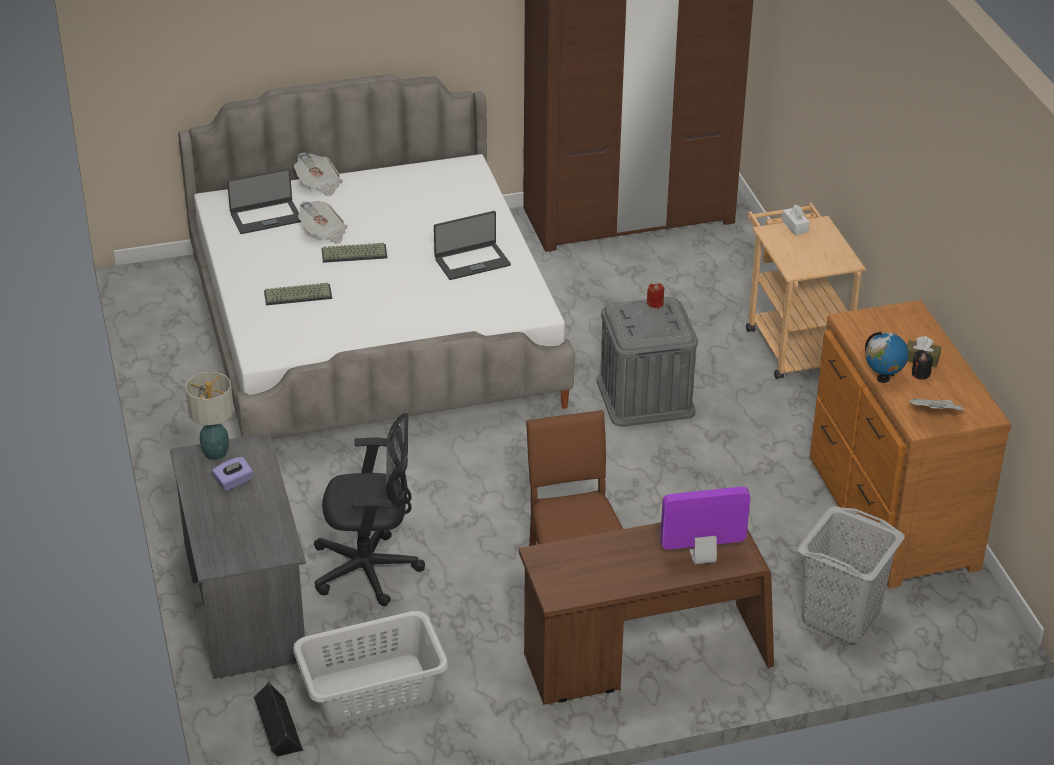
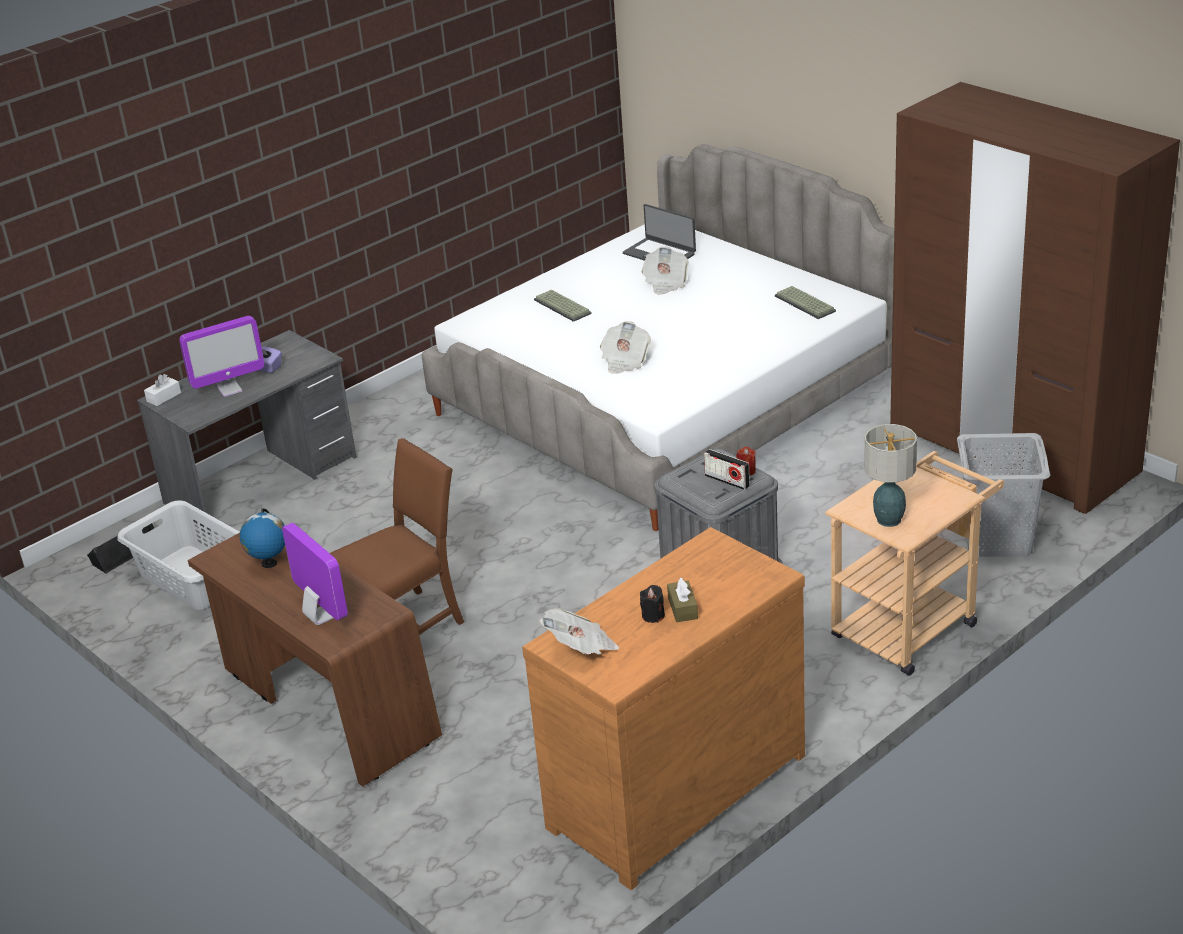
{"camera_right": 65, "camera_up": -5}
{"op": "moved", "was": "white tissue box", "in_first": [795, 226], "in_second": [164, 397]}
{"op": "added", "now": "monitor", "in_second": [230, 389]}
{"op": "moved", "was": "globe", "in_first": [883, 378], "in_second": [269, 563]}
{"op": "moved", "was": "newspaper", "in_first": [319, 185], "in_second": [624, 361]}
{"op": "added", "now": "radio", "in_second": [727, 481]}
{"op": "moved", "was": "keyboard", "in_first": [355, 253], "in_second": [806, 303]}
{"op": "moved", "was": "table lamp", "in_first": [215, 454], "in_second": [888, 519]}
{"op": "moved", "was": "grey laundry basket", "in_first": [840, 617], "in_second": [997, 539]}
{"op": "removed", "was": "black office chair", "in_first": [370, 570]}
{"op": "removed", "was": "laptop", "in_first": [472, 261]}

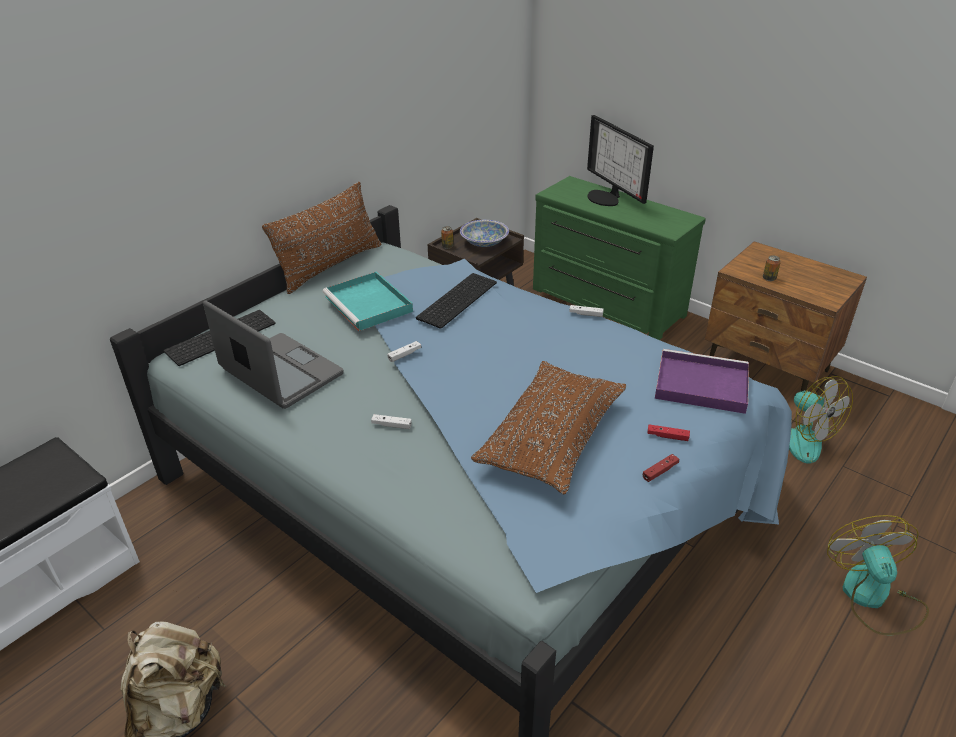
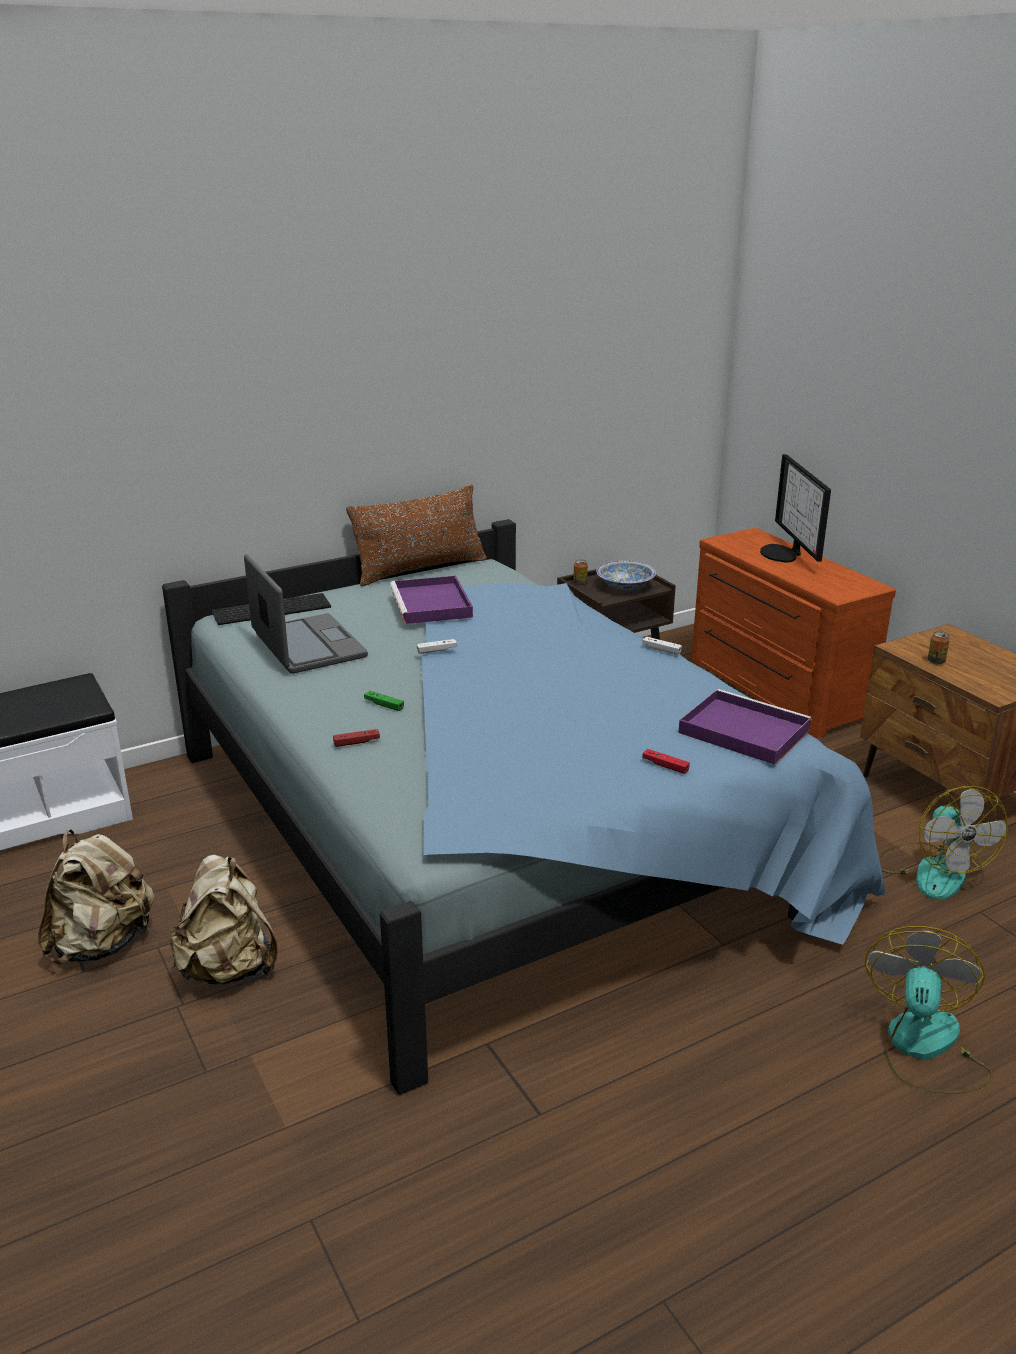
{"camera_right": 20, "camera_up": -10}
{"op": "added", "now": "beige backpack", "in_second": [229, 968]}
{"op": "moved", "was": "red game controller", "in_first": [660, 471], "in_second": [356, 742]}
{"op": "recoloured", "was": "white game controller", "now": "green game controller", "in_first": [391, 425], "in_second": [384, 705]}
{"op": "recoloured", "was": "turquoise tray", "now": "purple tray", "in_first": [369, 305], "in_second": [432, 605]}
{"op": "recoloured", "was": "green dresser", "now": "brown dresser", "in_first": [605, 303], "in_second": [773, 690]}
{"op": "removed", "was": "keyboard", "in_first": [456, 299]}
{"op": "removed", "was": "brown pillow", "in_first": [551, 438]}

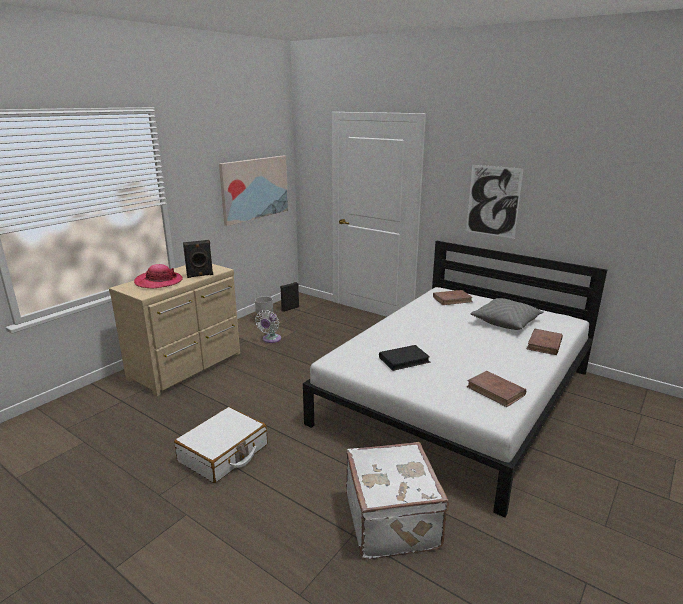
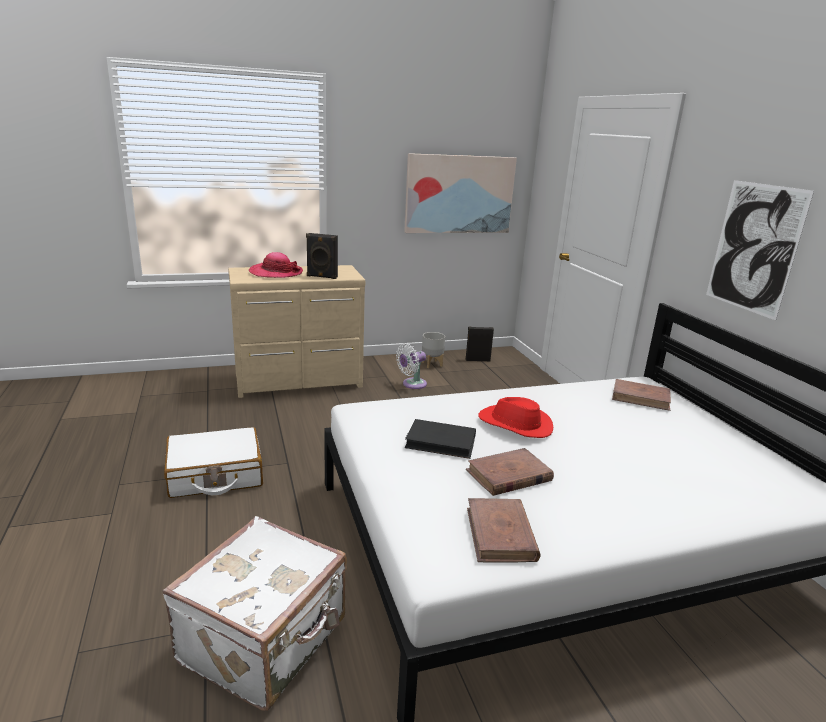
{"camera_right": 35, "camera_up": 0}
{"op": "moved", "was": "brown book", "in_first": [544, 344], "in_second": [508, 476]}
{"op": "added", "now": "red hat", "in_second": [515, 424]}
{"op": "removed", "was": "grey pillow", "in_first": [506, 322]}

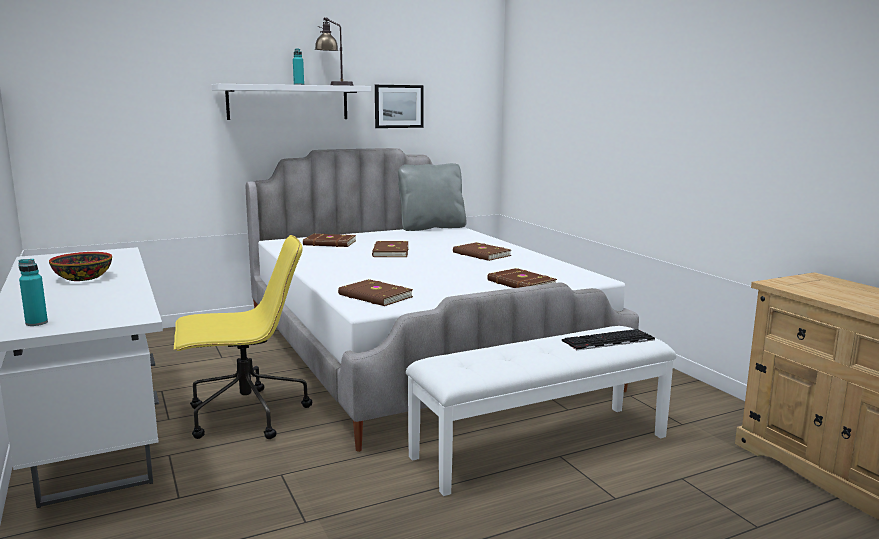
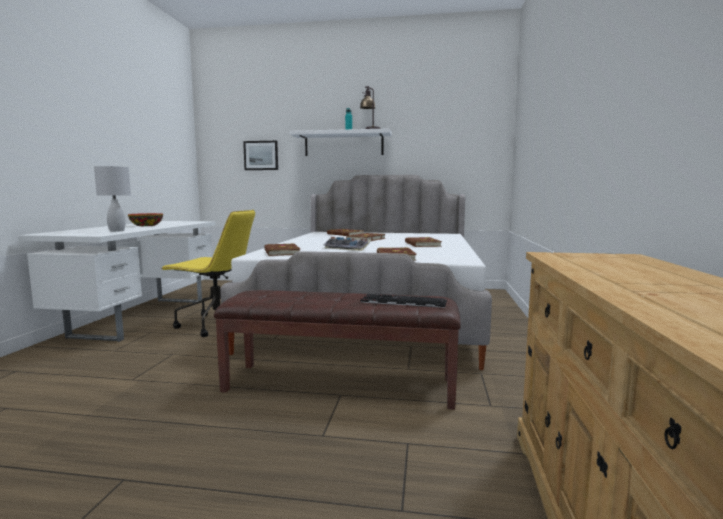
{"camera_right": 35, "camera_up": -5}
{"op": "added", "now": "white table lamp", "in_second": [117, 231]}
{"op": "recoloured", "was": "white bench", "now": "brown bench", "in_first": [540, 445], "in_second": [340, 384]}
{"op": "moved", "was": "picture", "in_first": [398, 106], "in_second": [261, 155]}
{"op": "added", "now": "keyboard", "in_second": [348, 248]}
{"op": "removed", "was": "turquoise bottle", "in_first": [36, 323]}
{"op": "removed", "was": "grey pillow", "in_first": [431, 227]}

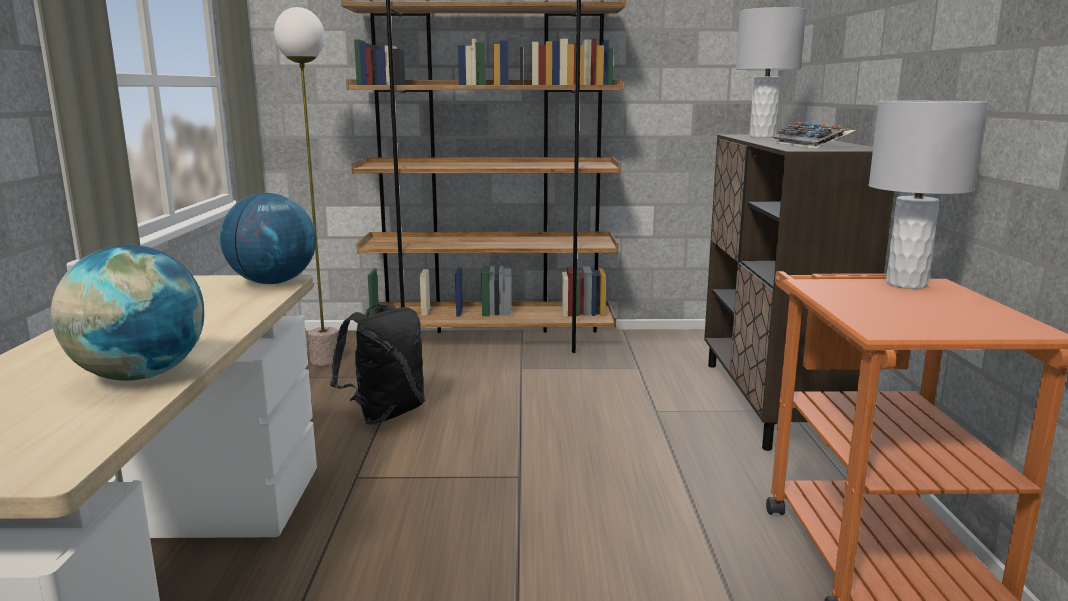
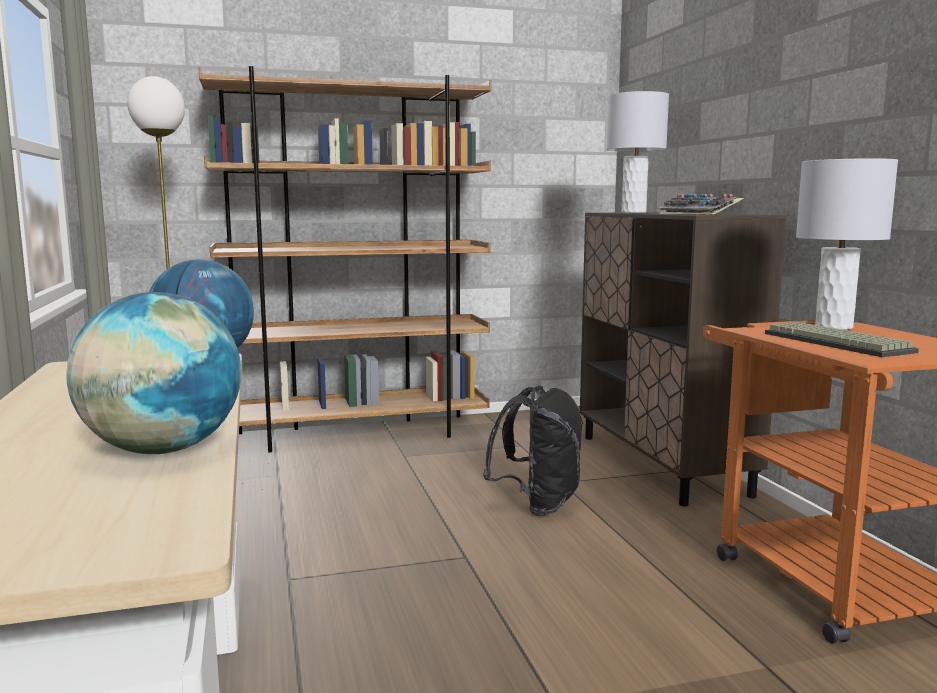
{"camera_right": -15, "camera_up": -5}
{"op": "moved", "was": "black backpack", "in_first": [385, 413], "in_second": [538, 504]}
{"op": "added", "now": "keyboard", "in_second": [839, 342]}

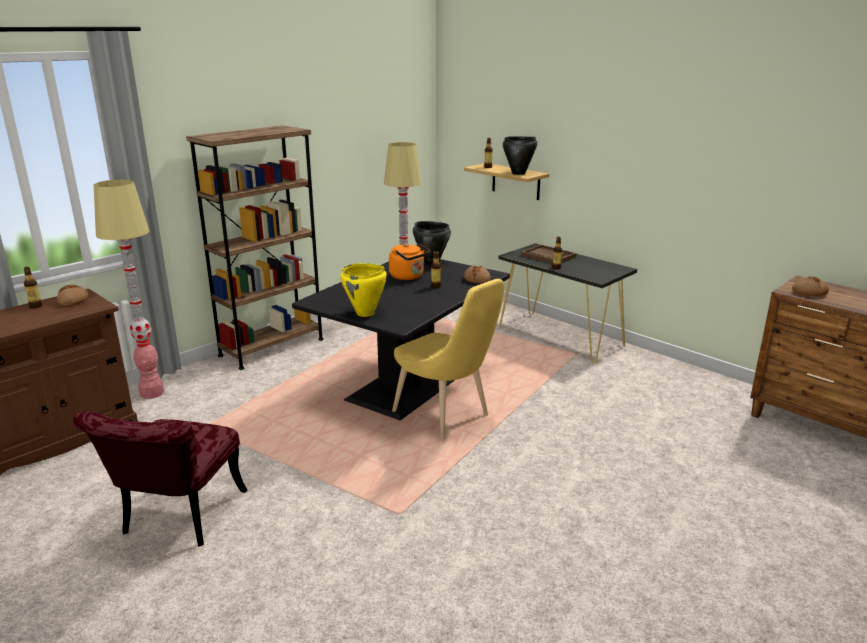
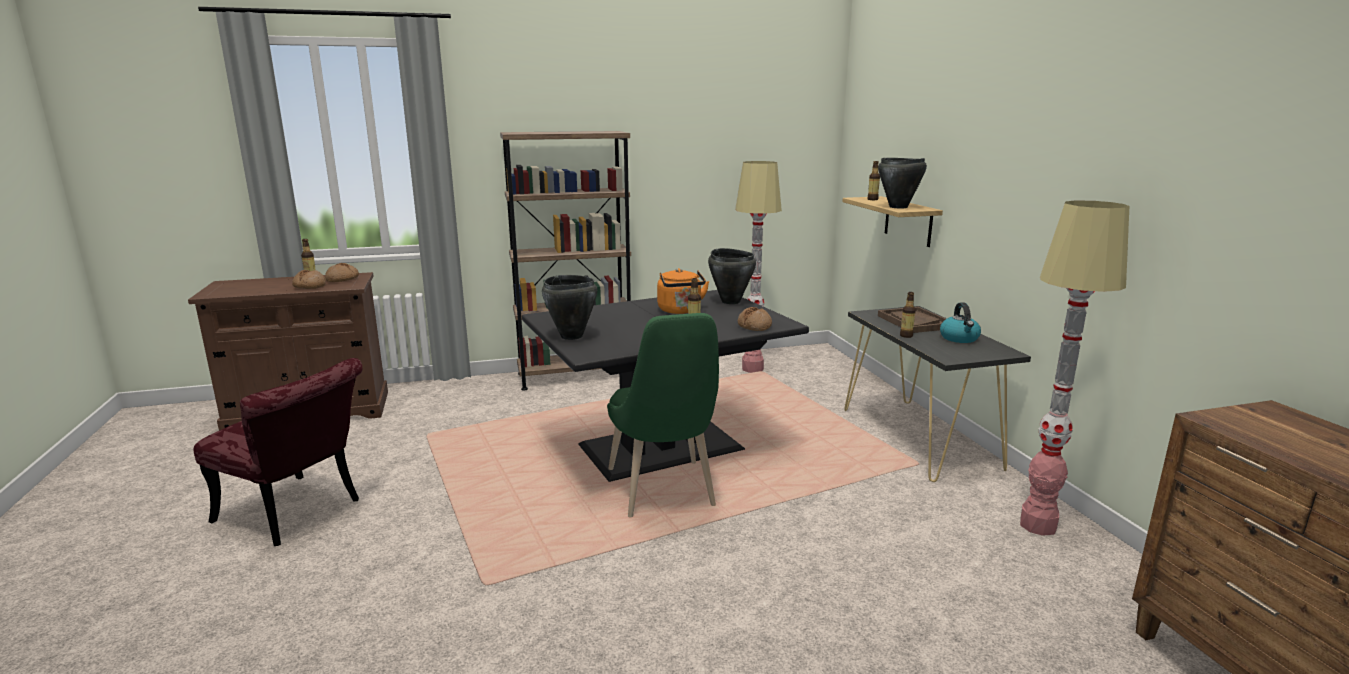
{"camera_right": 30, "camera_up": -5}
{"op": "turned", "was": "red chair", "in_first": [178, 520], "in_second": [298, 514], "clockwise": -105}
{"op": "moved", "was": "bread", "in_first": [809, 292], "in_second": [309, 286]}
{"op": "recoloured", "was": "yellow cooking pot", "now": "black cooking pot", "in_first": [365, 313], "in_second": [571, 336]}
{"op": "recoloured", "was": "yellow chair", "now": "green chair", "in_first": [445, 417], "in_second": [663, 493]}
{"op": "added", "now": "kettle", "in_second": [959, 338]}
{"op": "moved", "was": "floor lamp", "in_first": [152, 393], "in_second": [1037, 525]}

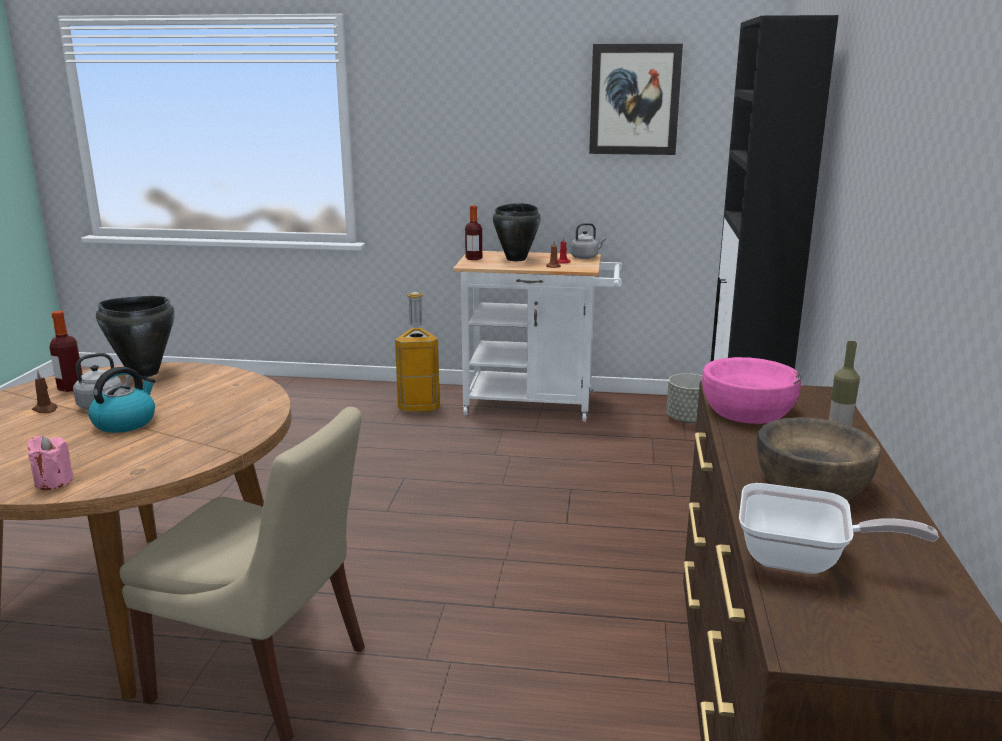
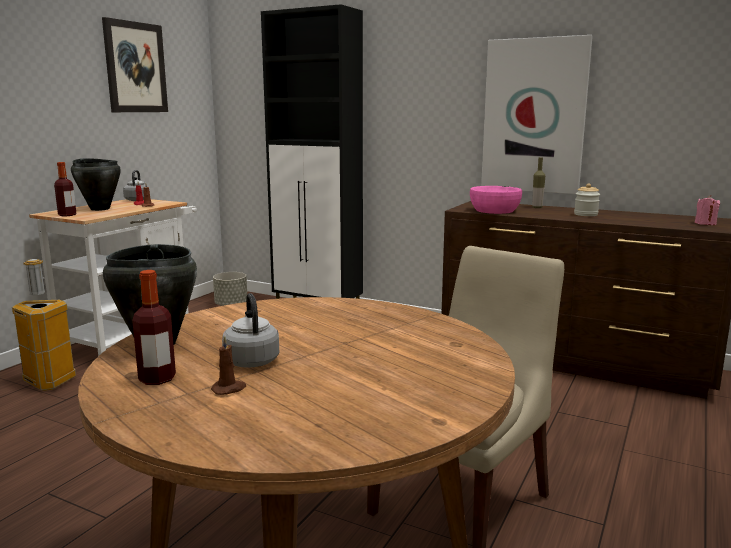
{"camera_right": -70, "camera_up": -5}
{"op": "added", "now": "picture", "in_second": [534, 116]}
{"op": "replaced", "was": "brown bowl", "now": "jar", "in_first": [811, 484], "in_second": [585, 214]}
{"op": "moved", "was": "pink candle", "in_first": [53, 482], "in_second": [705, 223]}
{"op": "removed", "was": "kettle", "in_first": [125, 422]}
{"op": "removed", "was": "frying pan", "in_first": [803, 561]}

